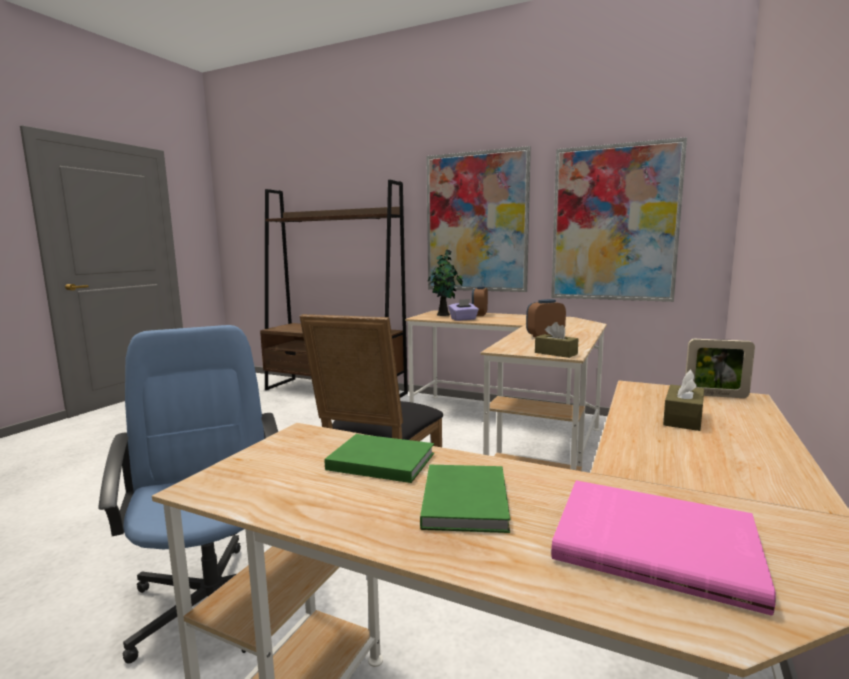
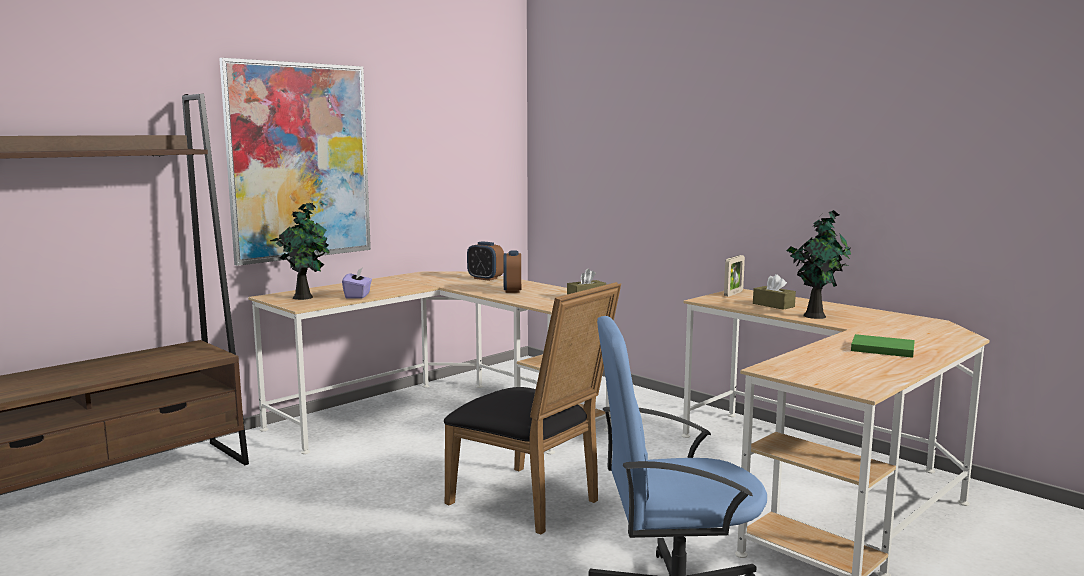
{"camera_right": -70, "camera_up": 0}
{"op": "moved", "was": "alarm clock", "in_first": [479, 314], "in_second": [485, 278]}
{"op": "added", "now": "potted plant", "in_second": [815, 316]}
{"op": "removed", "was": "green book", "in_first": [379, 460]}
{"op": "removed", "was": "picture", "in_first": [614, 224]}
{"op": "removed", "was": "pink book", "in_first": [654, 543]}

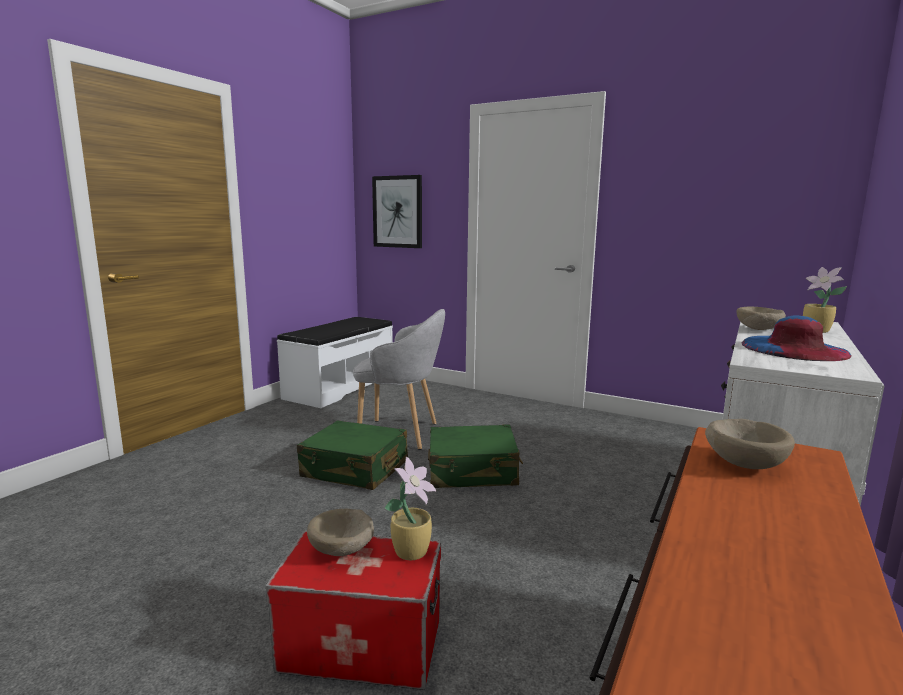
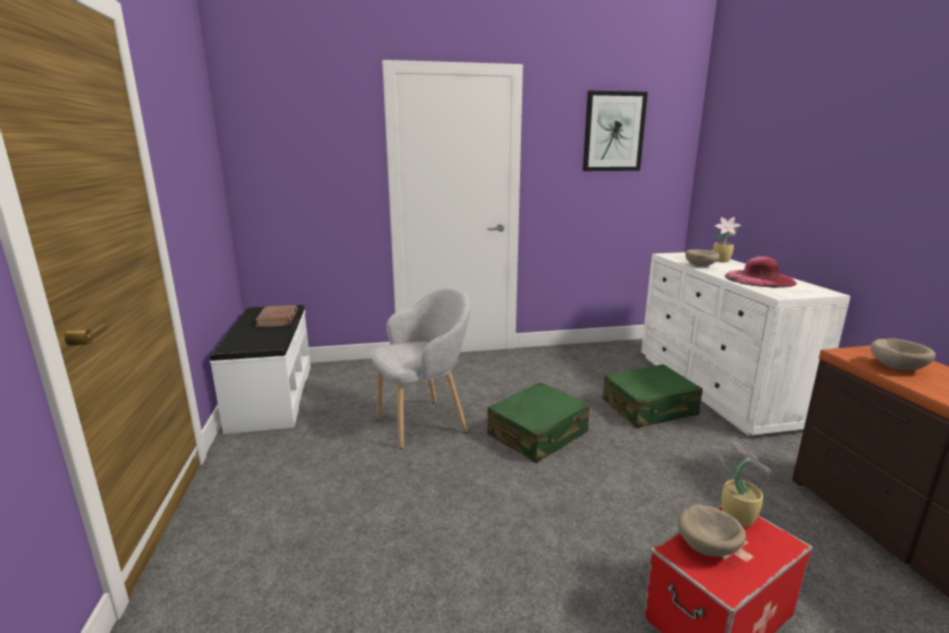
{"camera_right": -40, "camera_up": 5}
{"op": "added", "now": "brown book", "in_second": [277, 319]}
{"op": "moved", "was": "picture", "in_first": [397, 212], "in_second": [613, 132]}
{"op": "moved", "was": "green suitcase", "in_first": [355, 469], "in_second": [649, 408]}
{"op": "recoloured", "was": "blue hat", "now": "pink hat", "in_first": [794, 349], "in_second": [759, 279]}

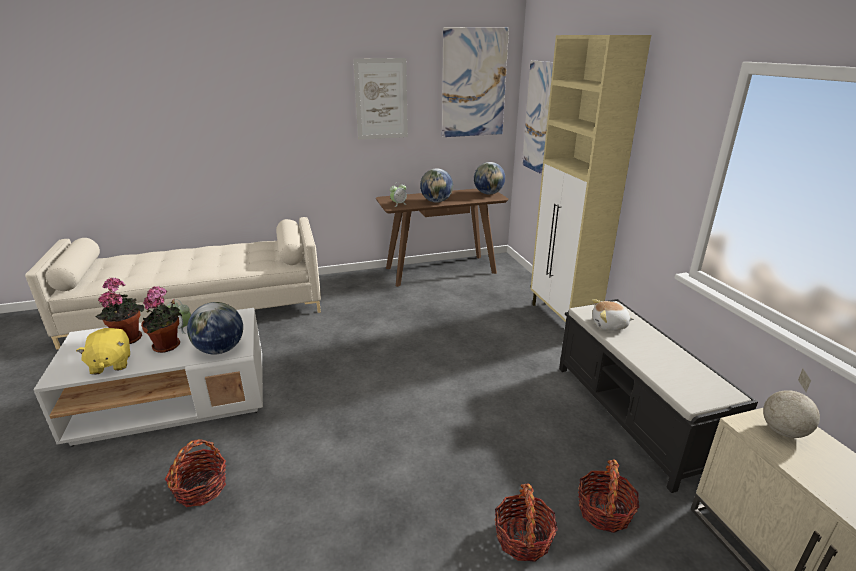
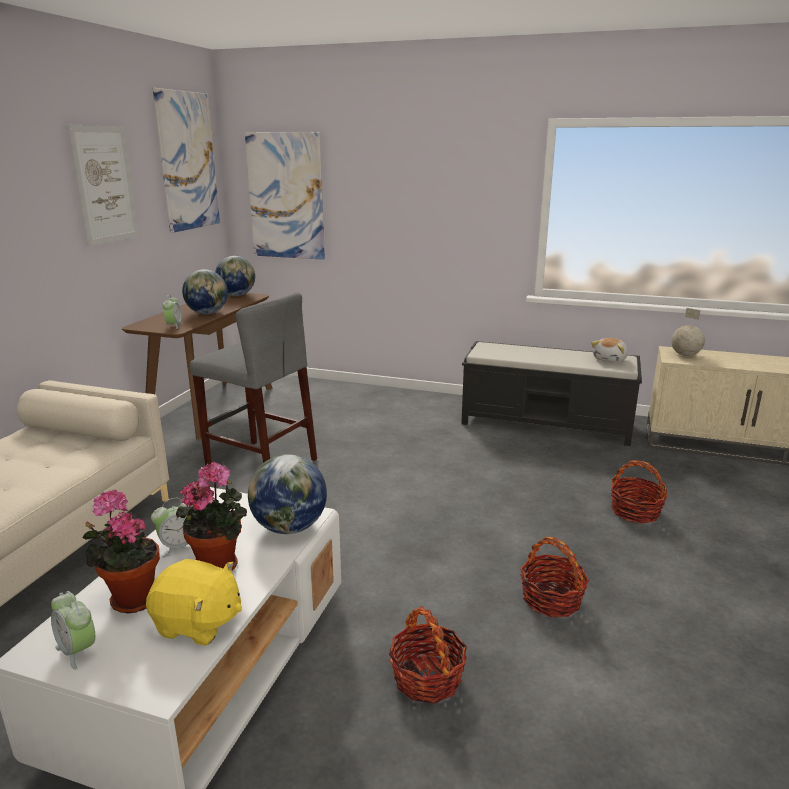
{"camera_right": -55, "camera_up": -5}
{"op": "added", "now": "alarm clock", "in_second": [78, 651]}
{"op": "added", "now": "grey stool", "in_second": [261, 463]}
{"op": "moved", "was": "basket", "in_first": [604, 511], "in_second": [551, 599]}
{"op": "moved", "was": "plush toy", "in_first": [609, 325], "in_second": [610, 359]}
{"op": "removed", "was": "beige cabinet", "in_first": [562, 319]}

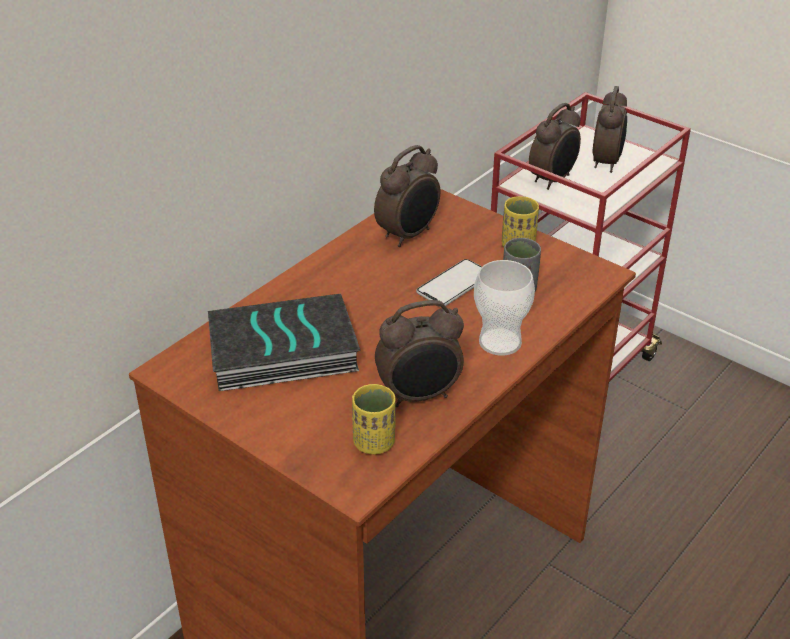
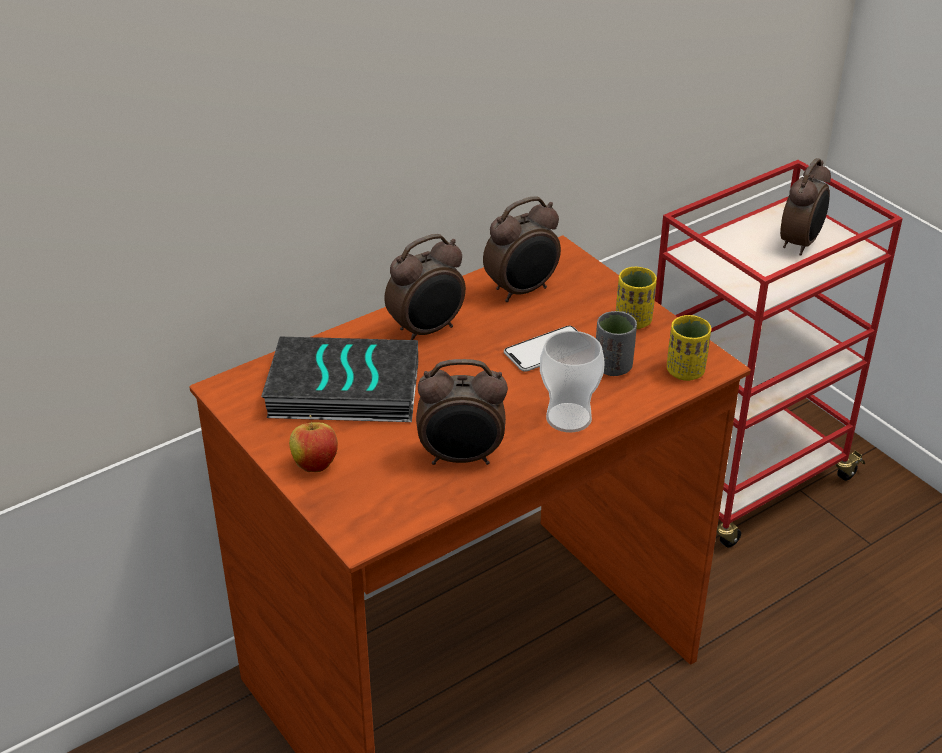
{"camera_right": 15, "camera_up": 0}
{"op": "added", "now": "apple", "in_second": [315, 464]}
{"op": "moved", "was": "alarm clock", "in_first": [553, 180], "in_second": [427, 330]}
{"op": "moved", "was": "yellow cup", "in_first": [374, 443], "in_second": [685, 371]}

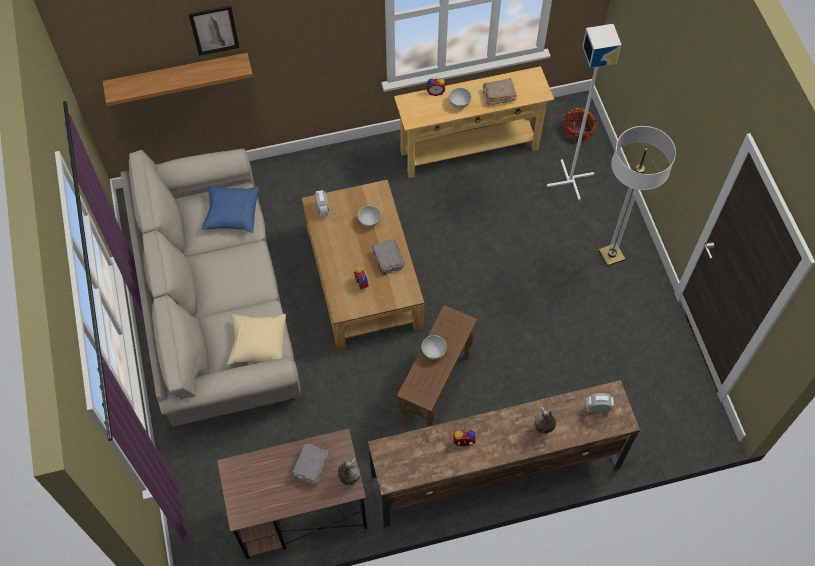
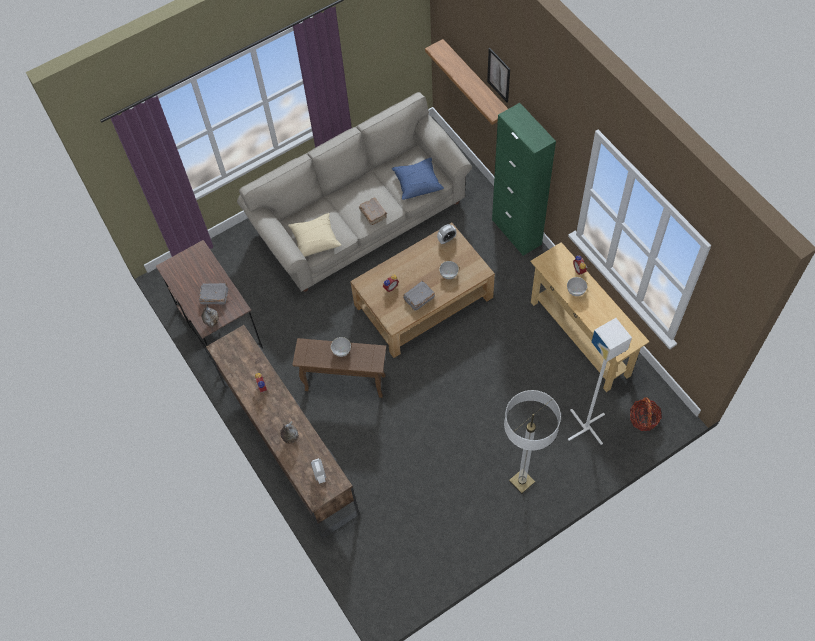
{"camera_right": 75, "camera_up": 0}
{"op": "moved", "was": "brown book", "in_first": [498, 96], "in_second": [373, 214]}
{"op": "added", "now": "green cabinet", "in_second": [516, 232]}

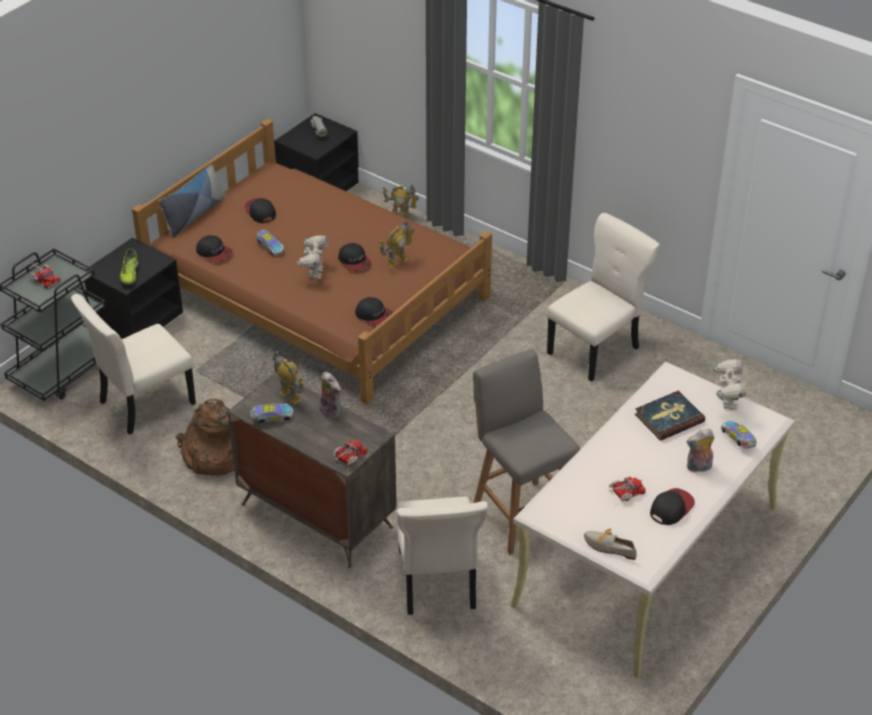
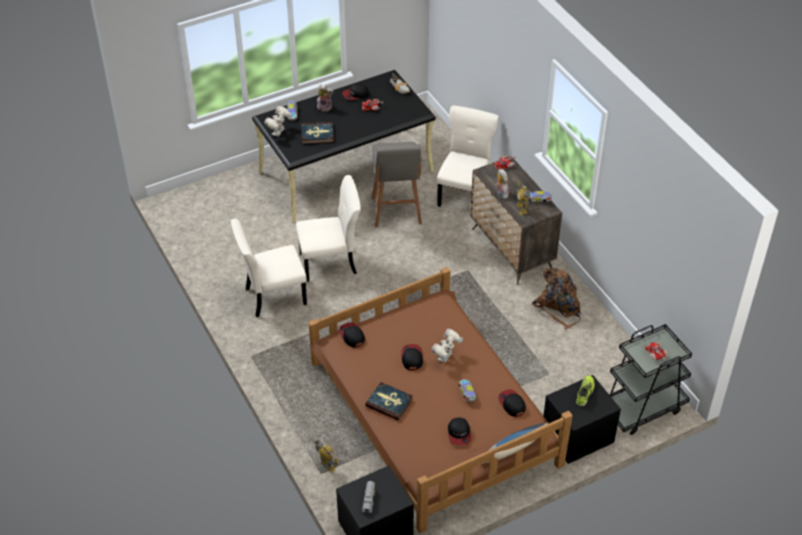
{"camera_right": -155, "camera_up": 5}
{"op": "recoloured", "was": "beige desk", "now": "black desk", "in_first": [647, 556], "in_second": [346, 171]}
{"op": "moved", "was": "beige chair", "in_first": [143, 404], "in_second": [331, 263]}
{"op": "moved", "was": "cap", "in_first": [374, 315], "in_second": [351, 336]}
{"op": "added", "now": "book", "in_second": [389, 402]}
{"op": "removed", "was": "toy robot", "in_first": [397, 262]}

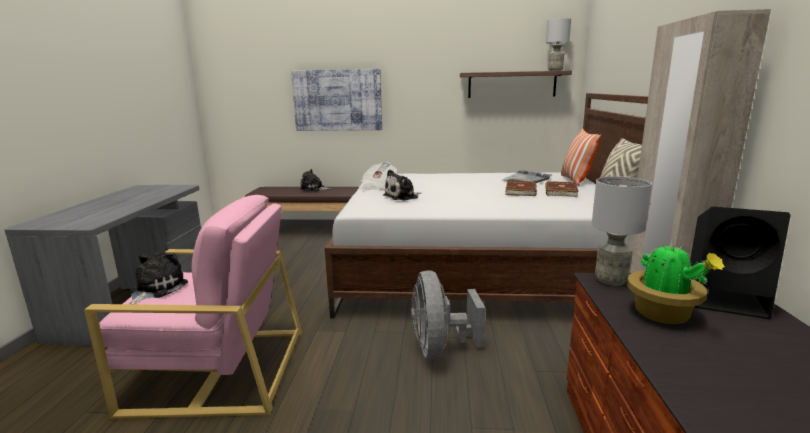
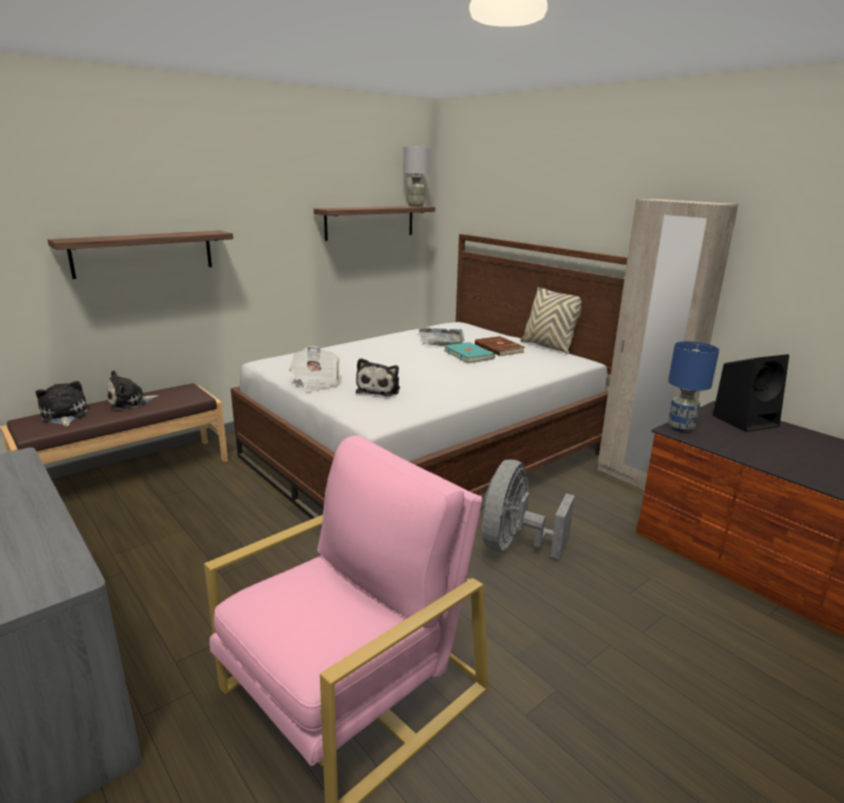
{"camera_right": -45, "camera_up": 5}
{"op": "moved", "was": "plush toy", "in_first": [156, 289], "in_second": [64, 416]}
{"op": "replaced", "was": "picture", "now": "shelf", "in_first": [338, 100], "in_second": [143, 253]}
{"op": "recoloured", "was": "brown book", "now": "turquoise book", "in_first": [522, 191], "in_second": [469, 355]}
{"op": "turned", "was": "grey fan", "in_first": [439, 348], "in_second": [514, 545], "clockwise": 75}
{"op": "recoloured", "was": "grey table lamp", "now": "blue table lamp", "in_first": [610, 280], "in_second": [681, 428]}
{"op": "removed", "was": "pillow", "in_first": [575, 180]}
{"op": "removed", "was": "potted plant", "in_first": [663, 315]}

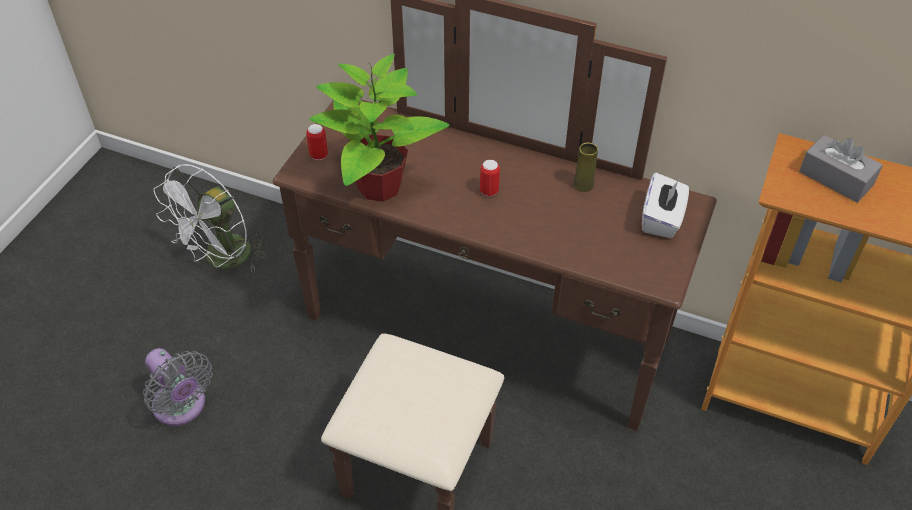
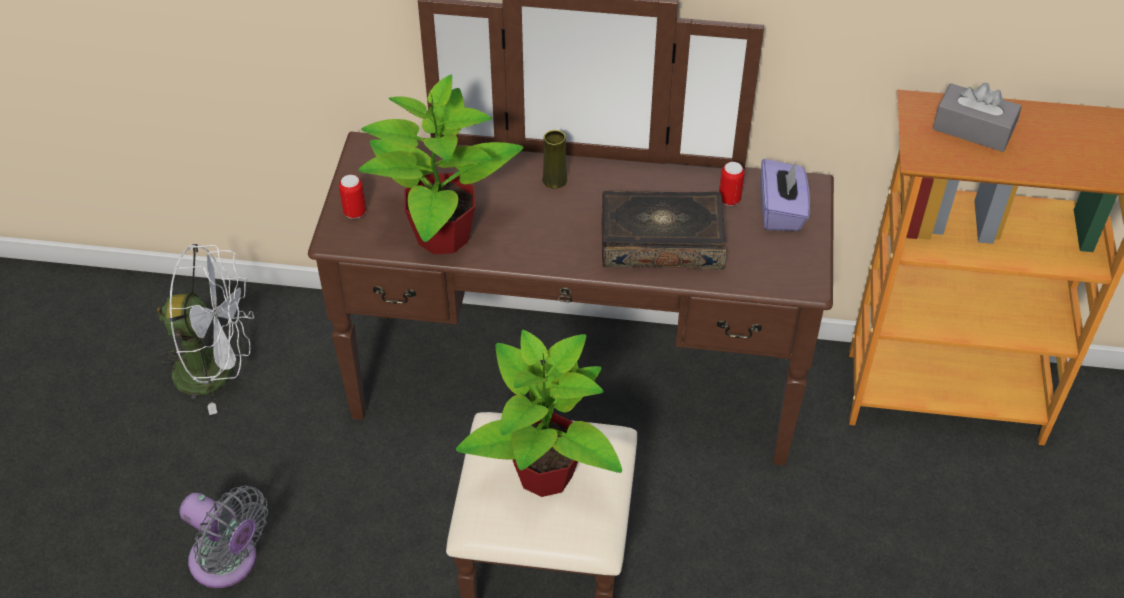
{"camera_right": -15, "camera_up": 0}
{"op": "turned", "was": "white fan", "in_first": [222, 260], "in_second": [217, 371], "clockwise": -105}
{"op": "added", "now": "potted plant", "in_second": [544, 475]}
{"op": "moved", "was": "yellow vase", "in_first": [583, 184], "in_second": [554, 180]}
{"op": "added", "now": "book", "in_second": [661, 242]}
{"op": "moved", "was": "can", "in_first": [489, 191], "in_second": [729, 199]}
{"op": "recoloured", "was": "white tissue box", "now": "purple tissue box", "in_first": [662, 219], "in_second": [781, 211]}

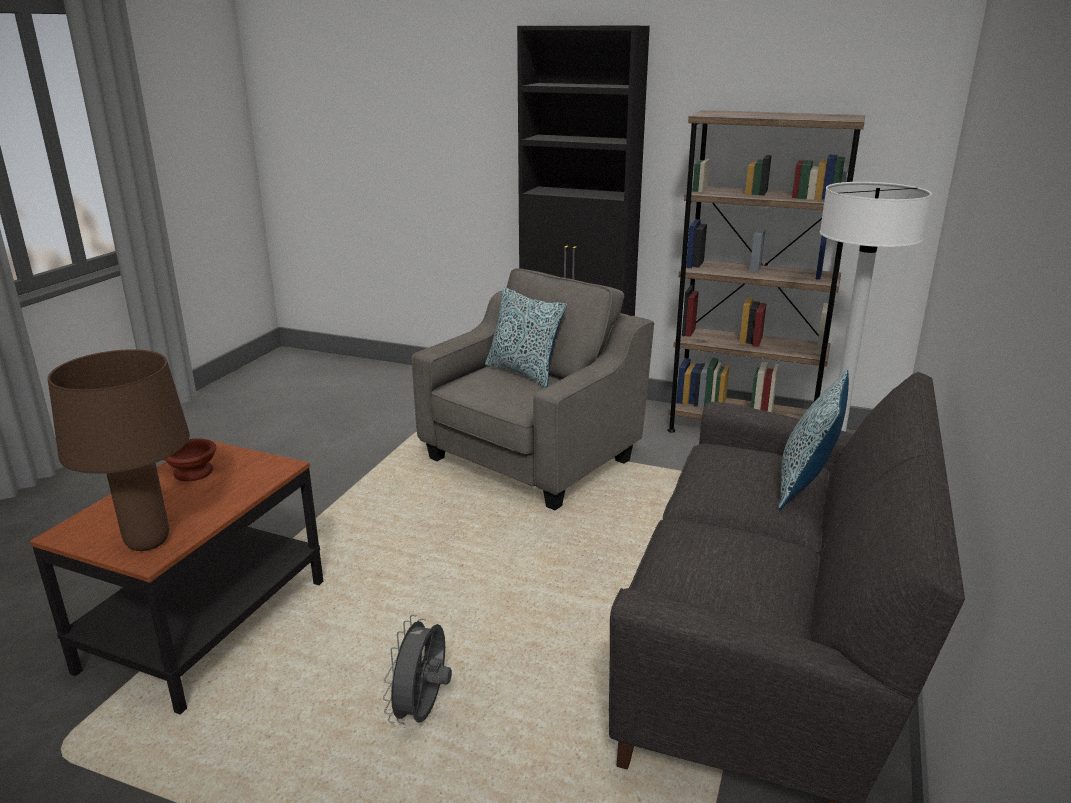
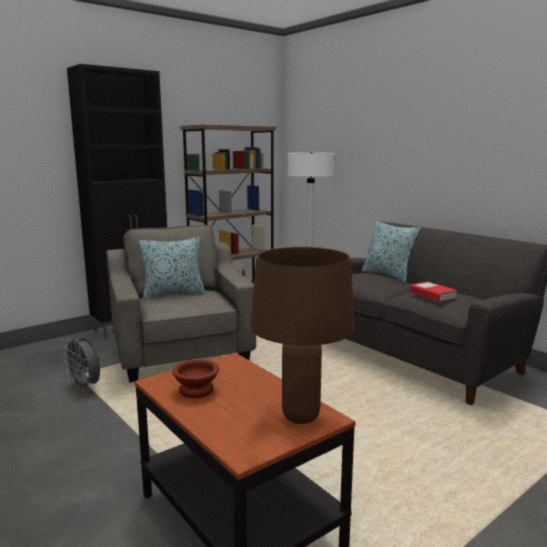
{"camera_right": -60, "camera_up": -10}
{"op": "moved", "was": "grey fan", "in_first": [422, 712], "in_second": [86, 387]}
{"op": "added", "now": "book", "in_second": [432, 295]}

